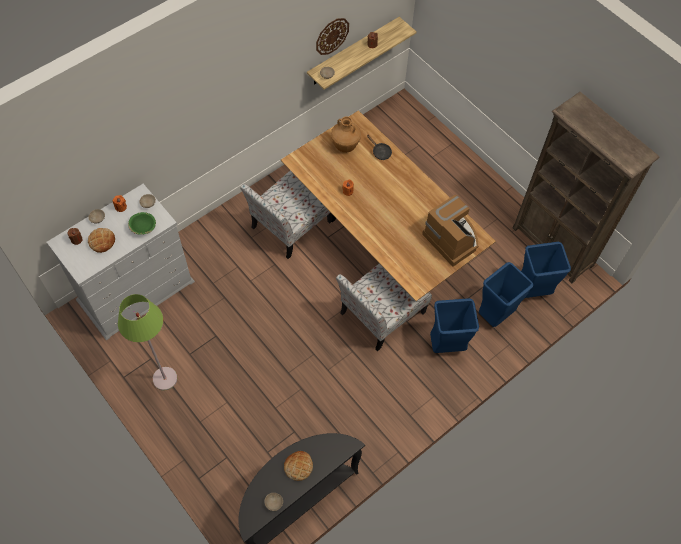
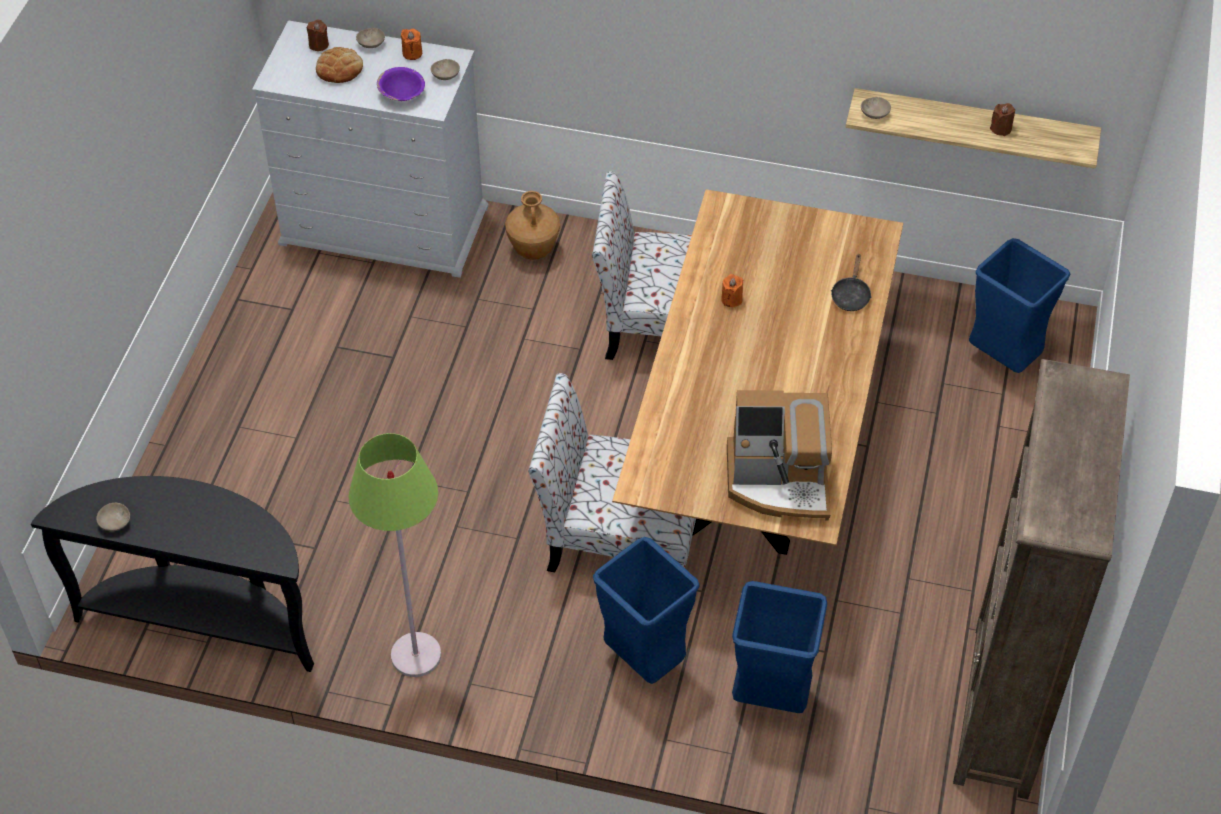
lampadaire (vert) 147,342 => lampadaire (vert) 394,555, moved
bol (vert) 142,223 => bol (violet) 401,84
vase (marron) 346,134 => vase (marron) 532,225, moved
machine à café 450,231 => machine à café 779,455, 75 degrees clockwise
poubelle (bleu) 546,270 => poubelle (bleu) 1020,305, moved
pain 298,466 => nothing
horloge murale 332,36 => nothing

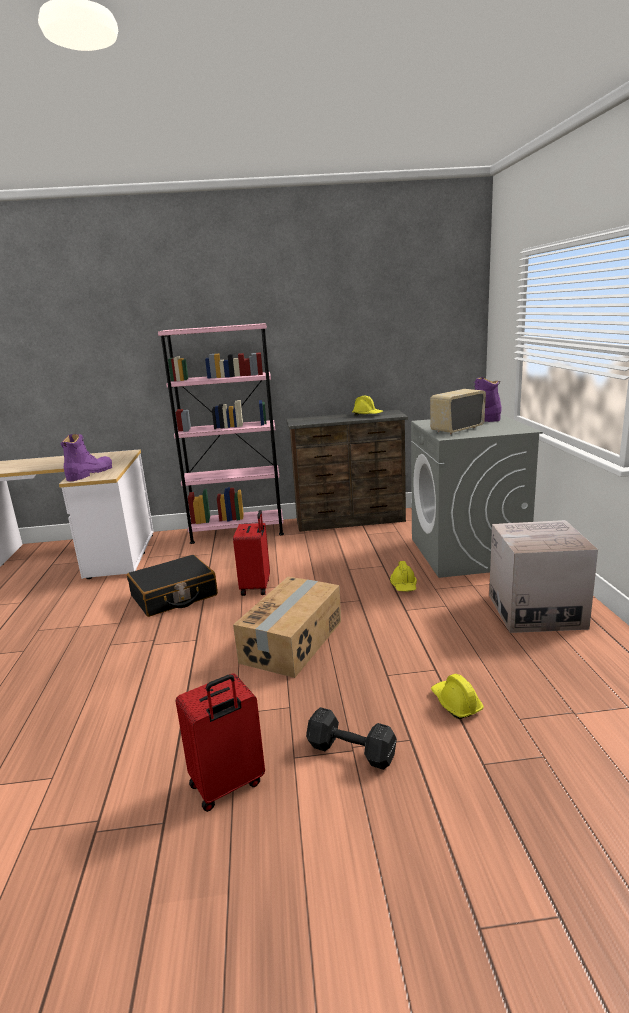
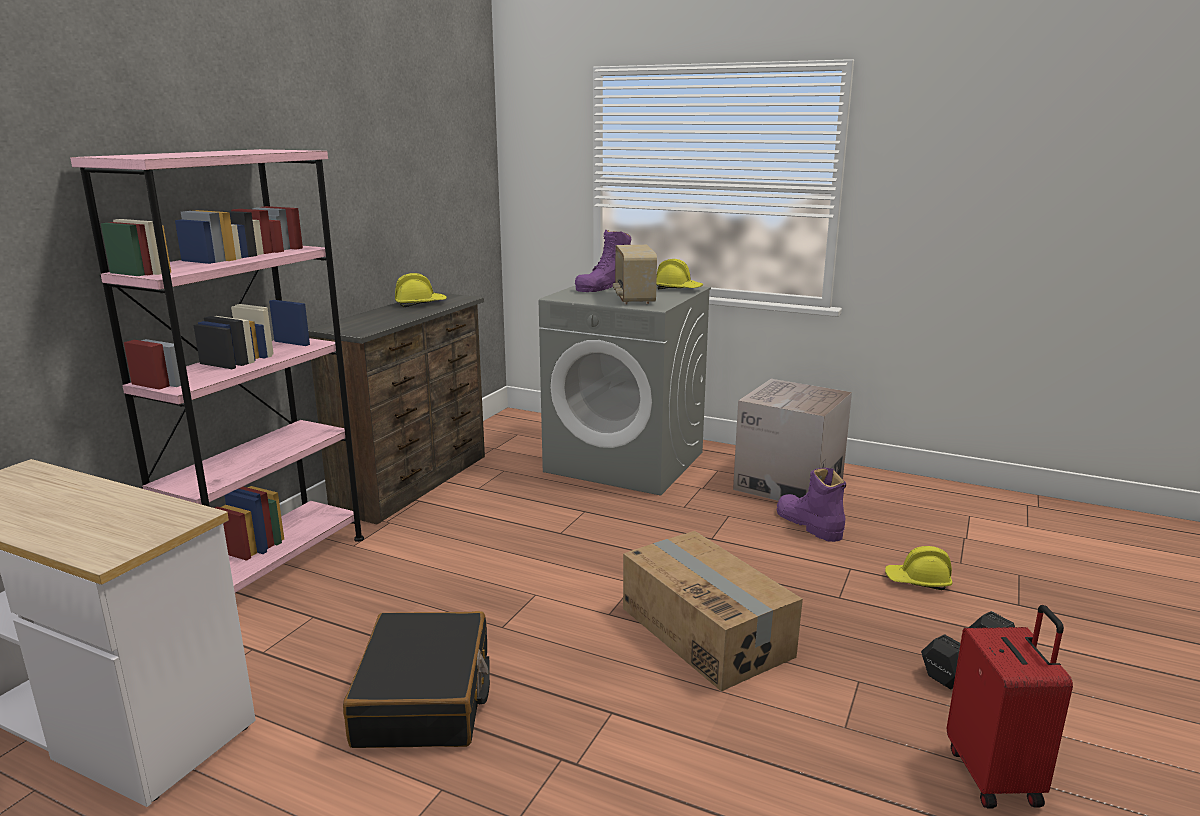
casque de chantier (jaune) 403,576 => casque de chantier (jaune) 680,274, moved
botte (violet) 86,457 => botte (violet) 811,505, moved
valise (rouge) 251,553 => nothing

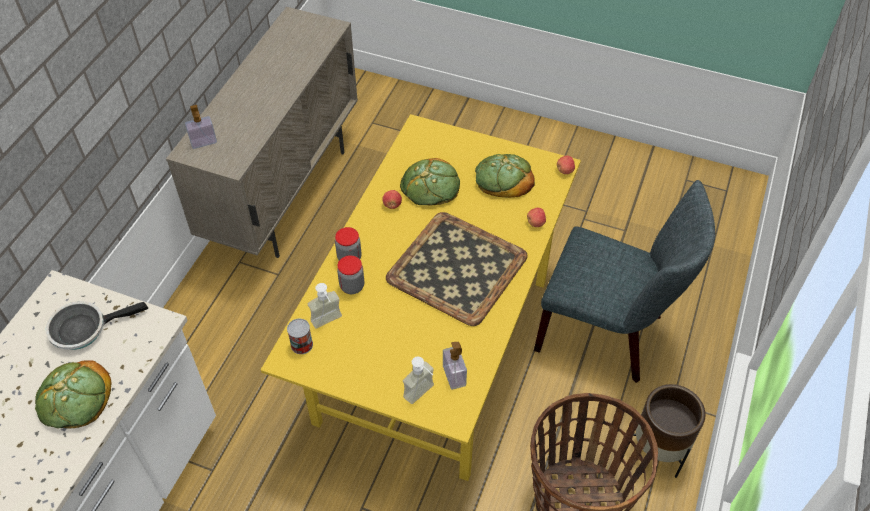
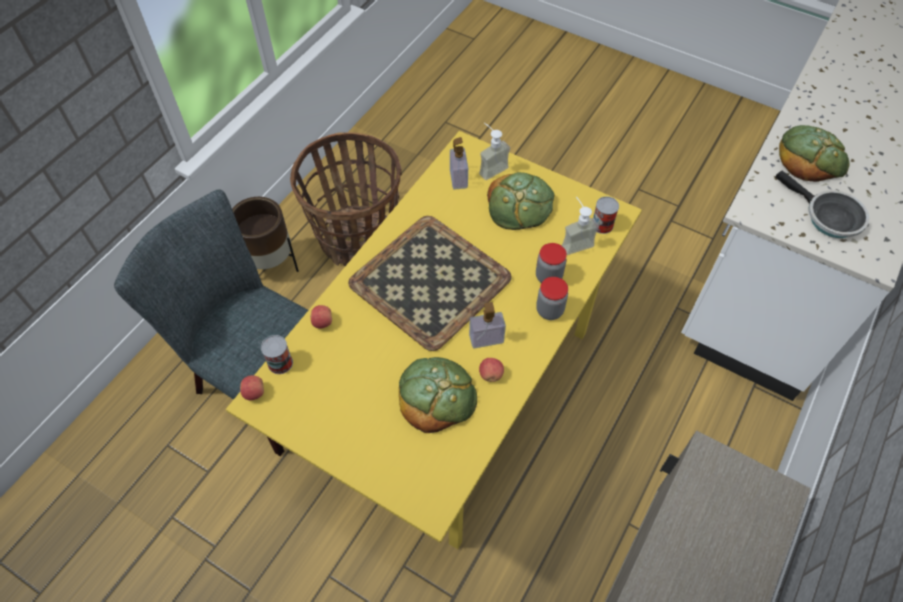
nothing => boîte métallique 277,354
distributeur de savon 201,127 => distributeur de savon 487,325, moved
pain 505,176 => pain 521,201, moved
poêle 96,325 => poêle 822,204, 60 degrees clockwise

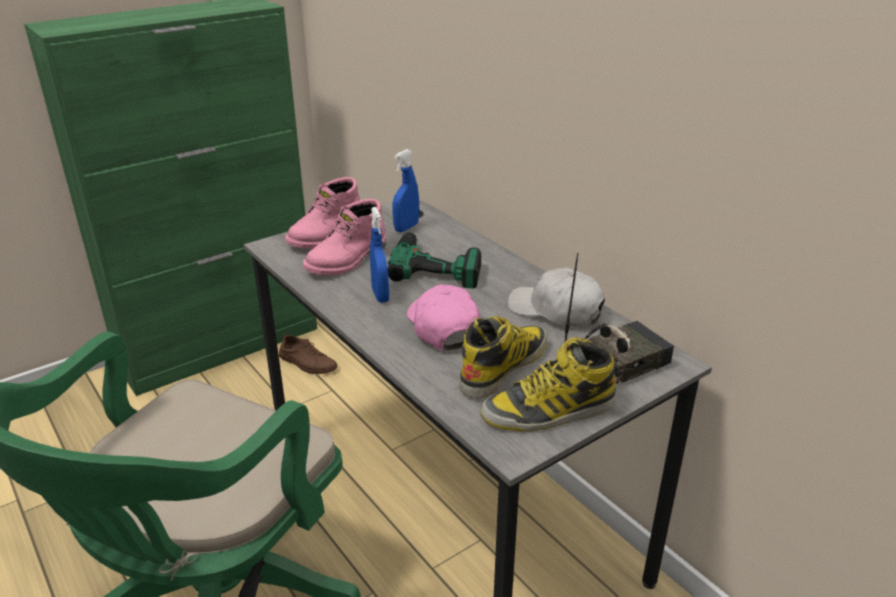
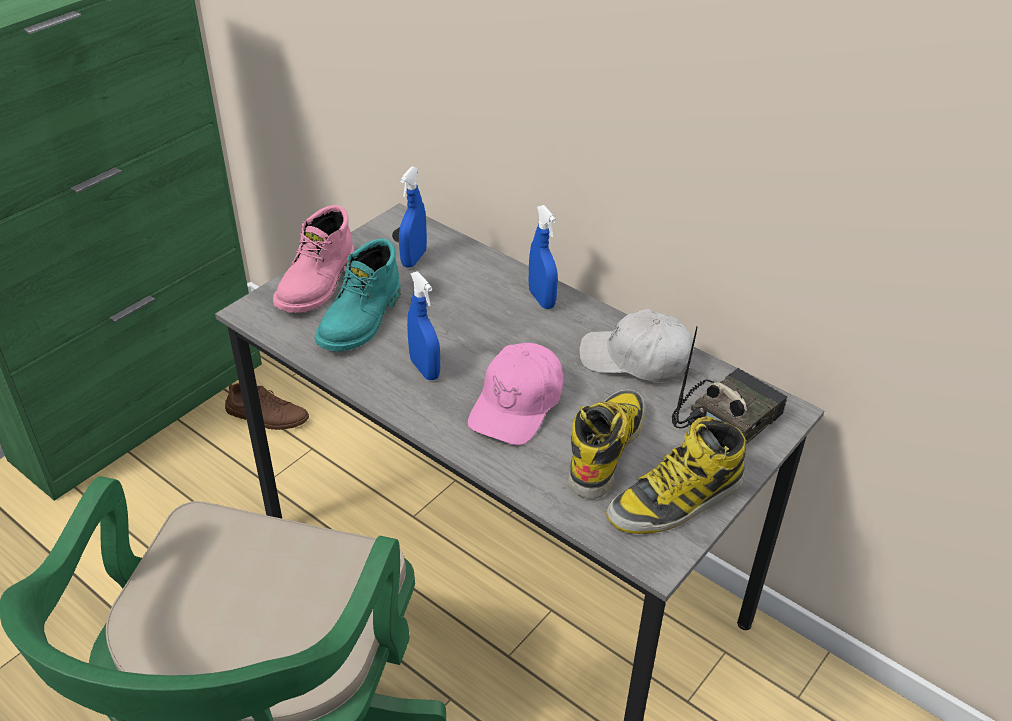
botte (rose) 344,237 => botte (turquoise) 358,295
casquette (rose) 443,318 => casquette (rose) 516,394, 120 degrees counterclockwise
nothing => vaporisateur (bleu) 543,257
perceuse 434,257 => nothing

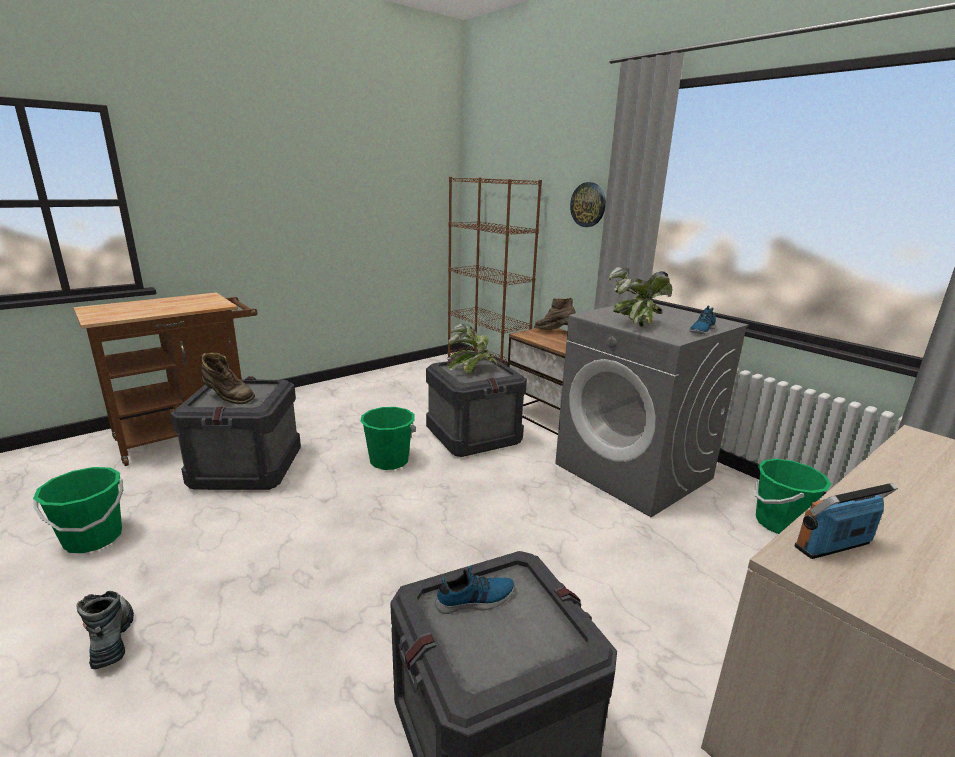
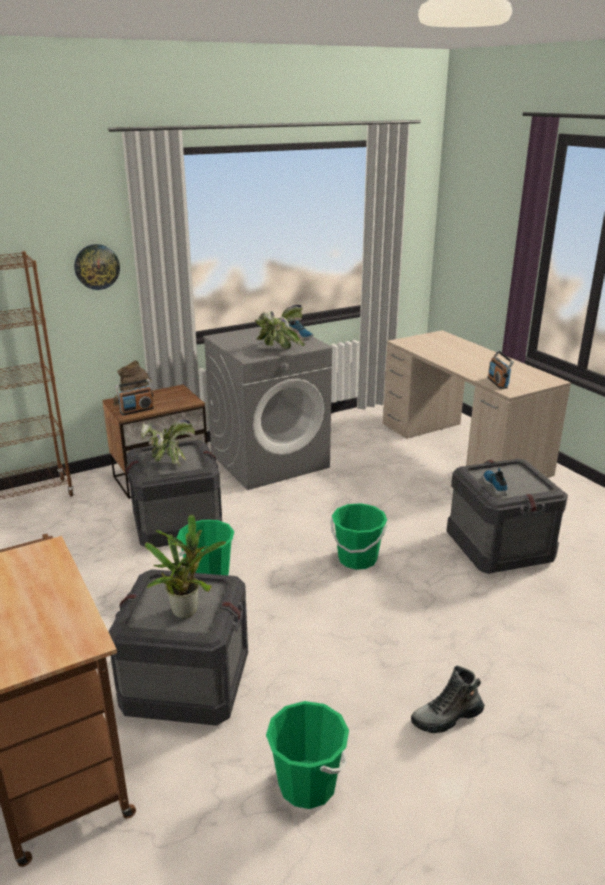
nothing => radio 134,397
botte (marron) 228,378 => plante en pot 185,566
seau (vert) 792,496 => seau (vert) 358,536, moved

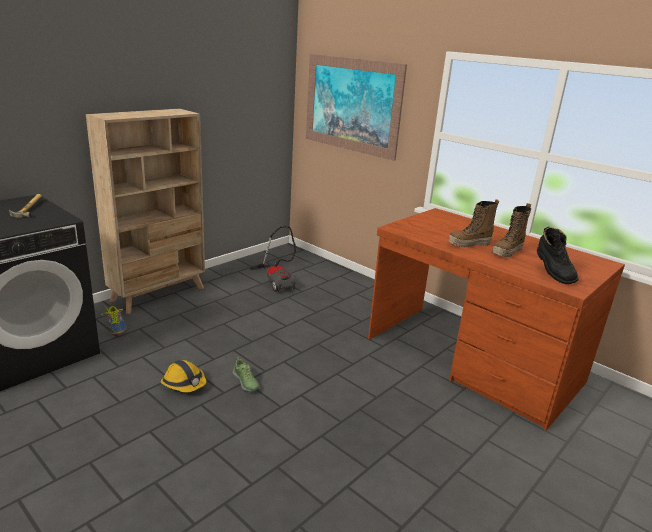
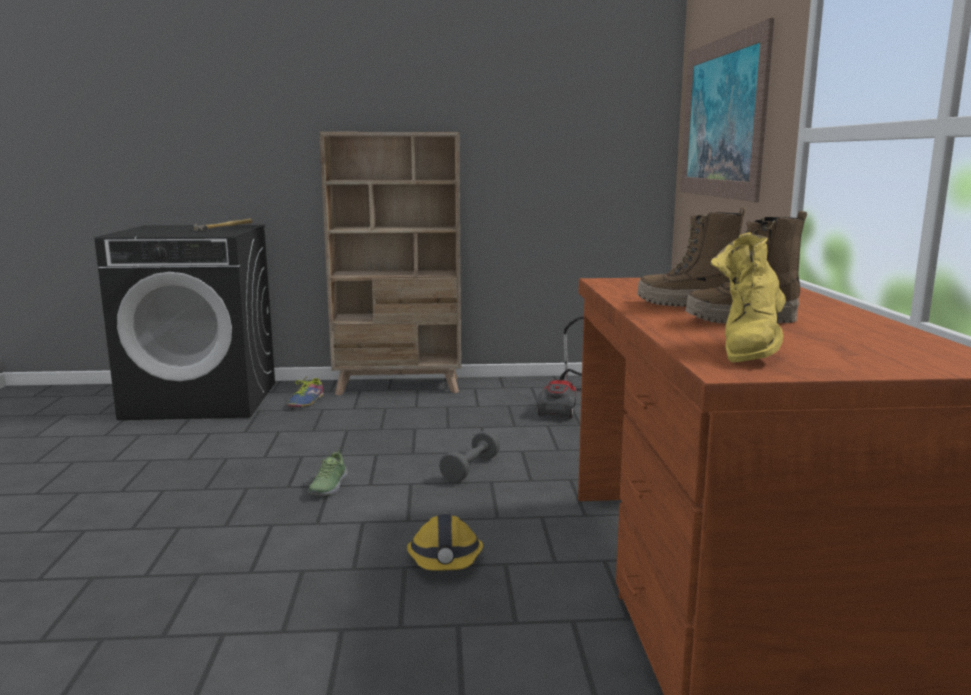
casque de chantier 183,376 => casque de chantier 445,542, moved
nothing => haltère (gris) 469,456
botte (noir) 557,255 => botte (jaune) 748,297

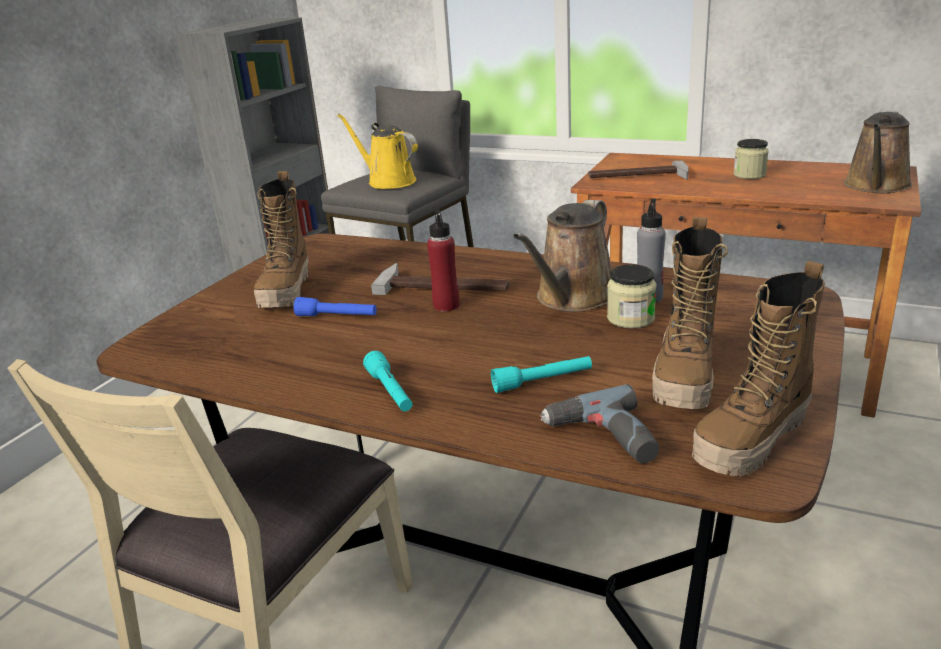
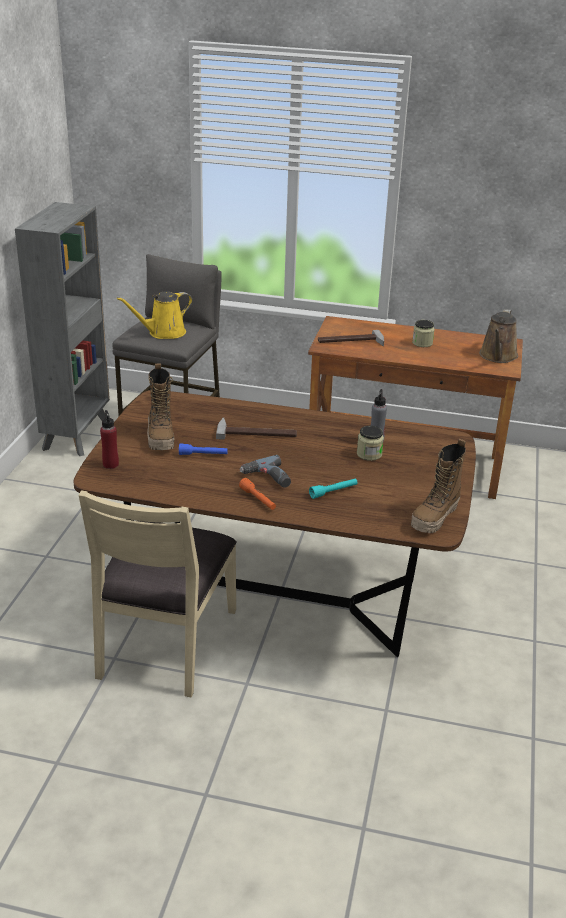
bouteille (rouge) 443,260 => bouteille (rouge) 109,439, moved
arrosoir (jaune) 377,151 => arrosoir (jaune) 154,315, 60 degrees counterclockwise
perceuse 599,423 => perceuse 265,471, moved
lampe de poche (turquoise) 387,381 => lampe de poche (orange) 257,494
arrosoir (marron) 562,256 => nothing
botte 690,313 => nothing

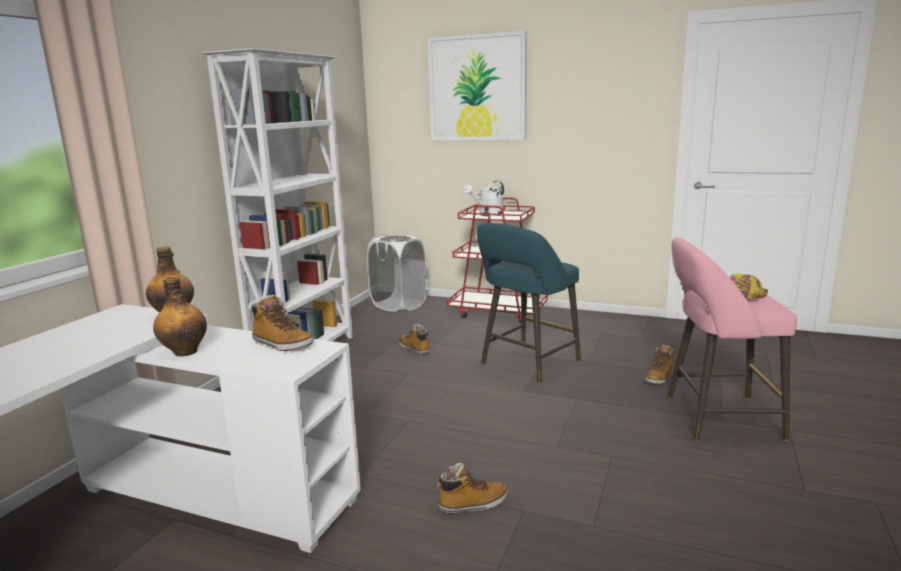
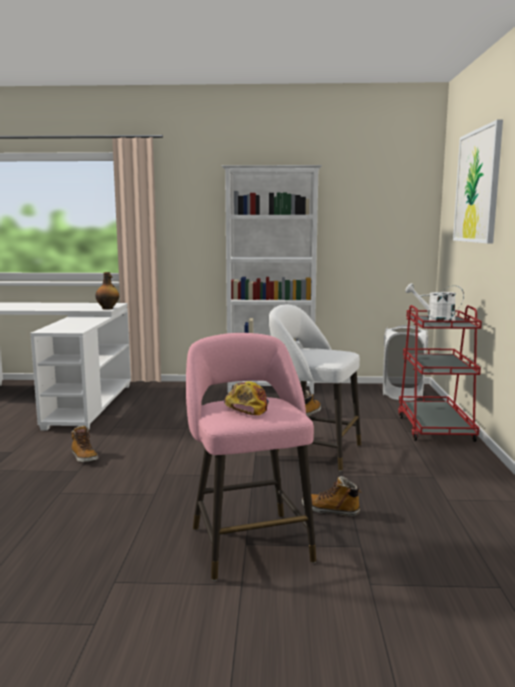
tabouret (turquoise) 529,303 => tabouret (blanc) 314,388
bouteille 180,316 => nothing
botte 282,323 => nothing

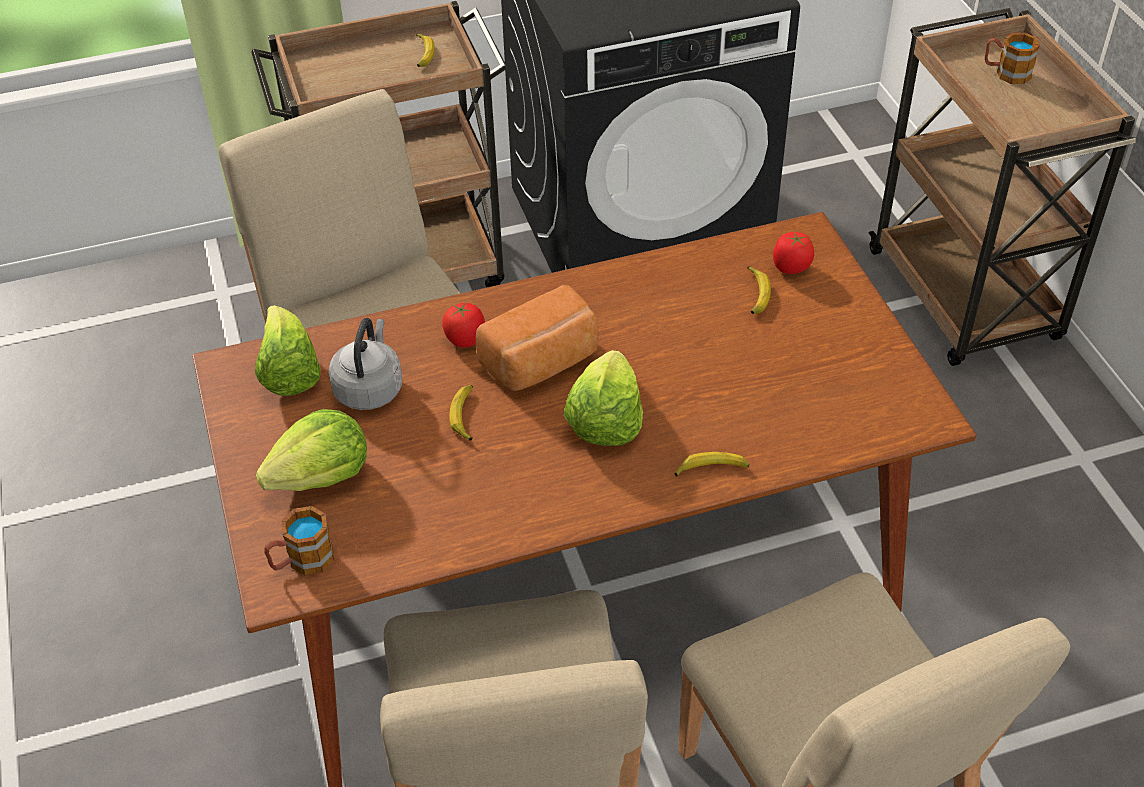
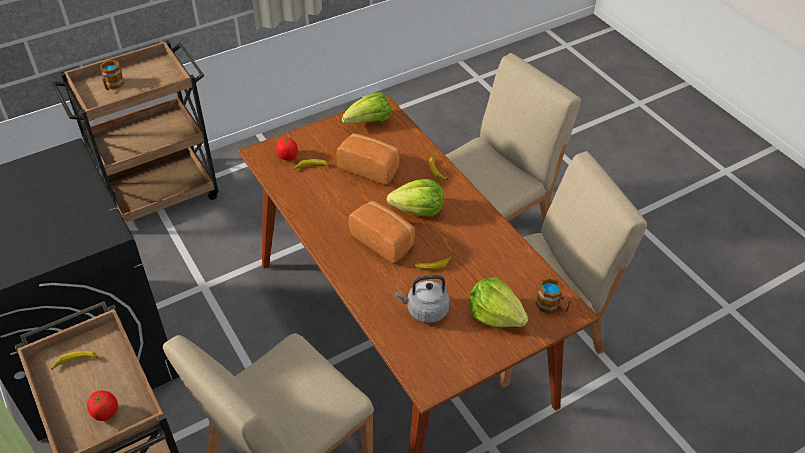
tomate 463,325 => tomate 102,406, moved
nothing => pain 368,159
laitue 288,350 => laitue 366,107, moved

